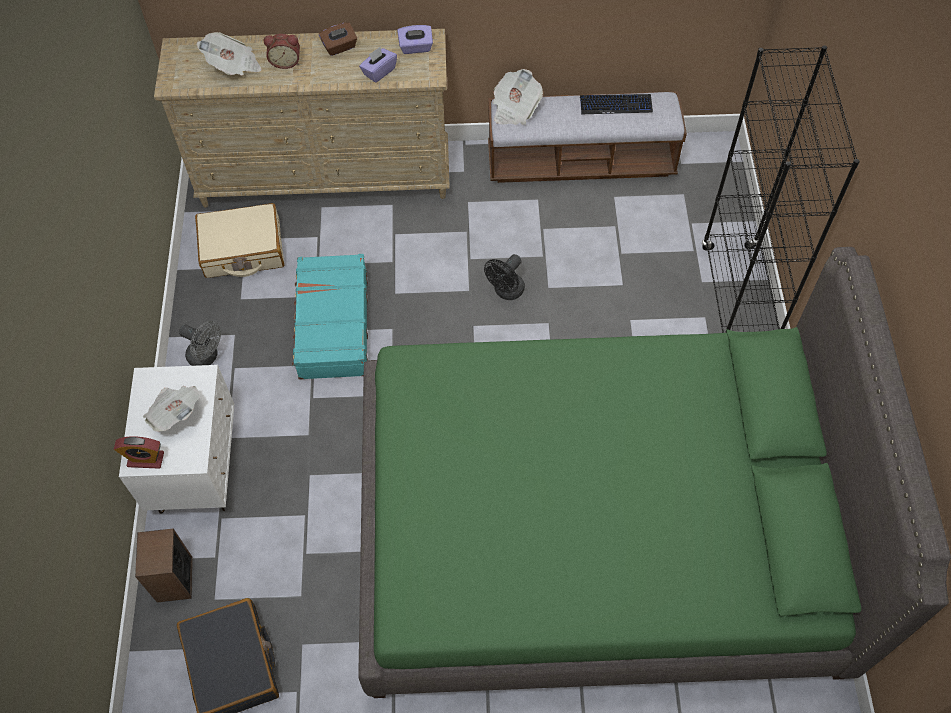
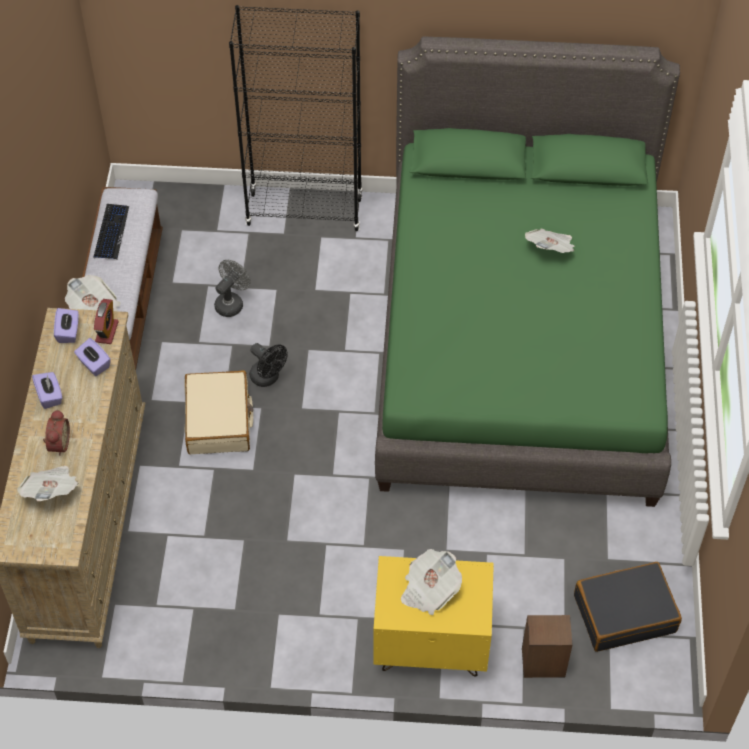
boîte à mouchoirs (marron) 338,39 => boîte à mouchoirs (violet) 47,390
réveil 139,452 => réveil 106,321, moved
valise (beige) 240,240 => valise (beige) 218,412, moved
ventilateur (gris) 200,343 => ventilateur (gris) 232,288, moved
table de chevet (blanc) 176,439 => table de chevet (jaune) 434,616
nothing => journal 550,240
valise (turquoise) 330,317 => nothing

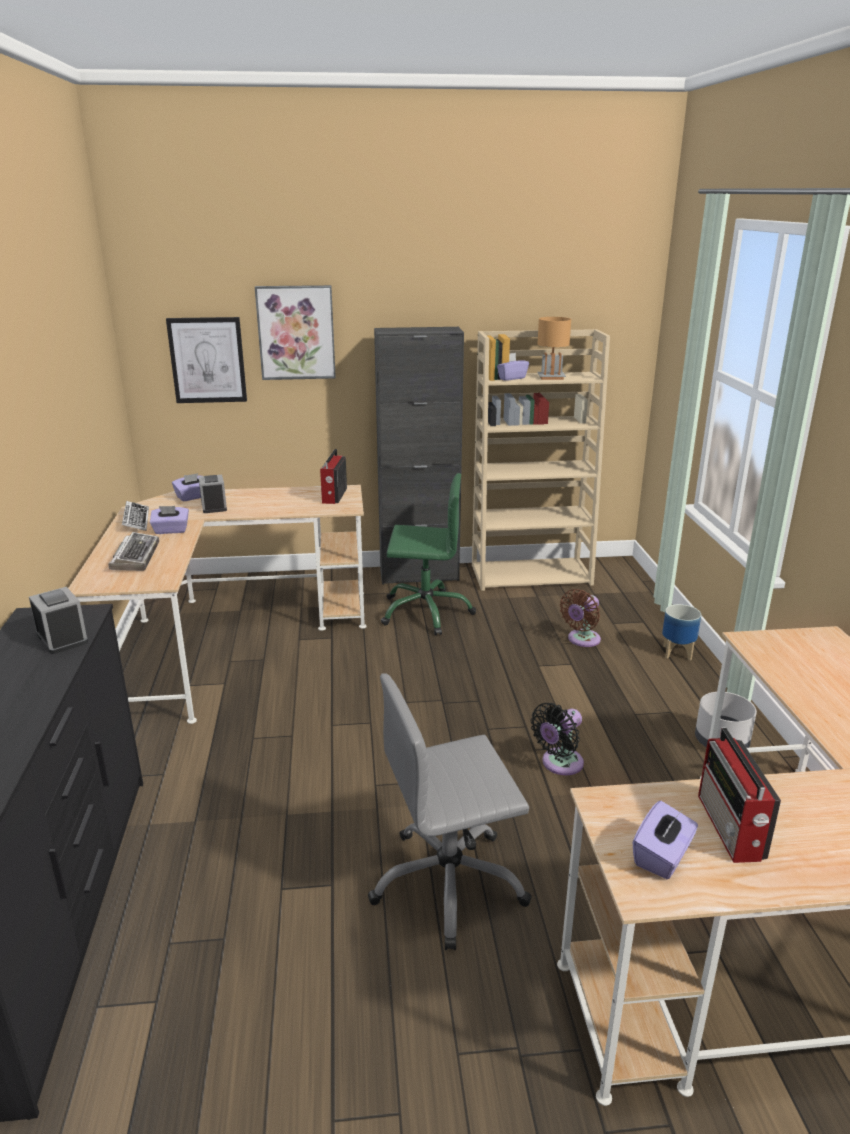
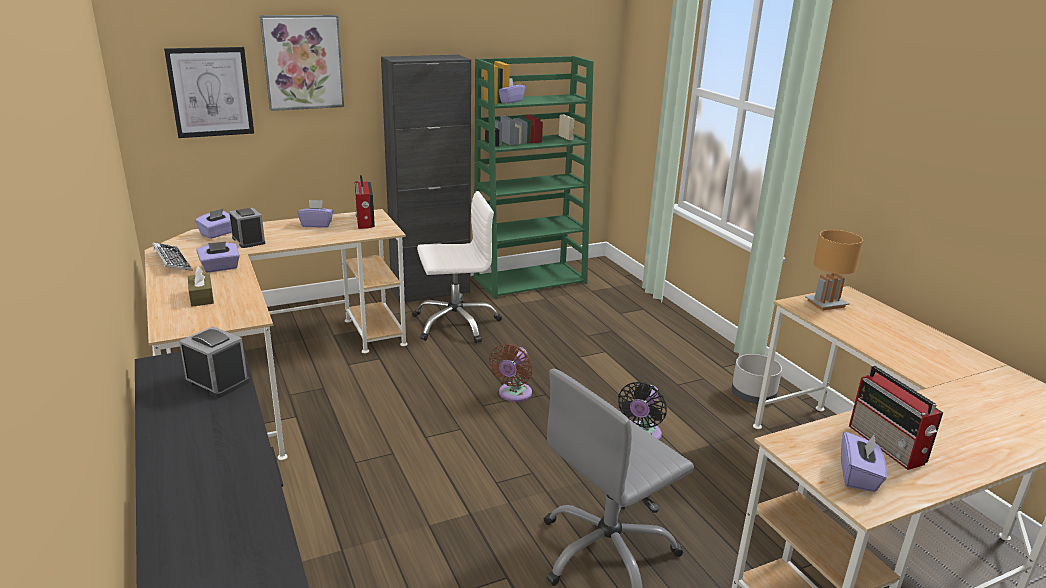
clavier 133,551 => boîte à mouchoirs (marron) 201,286
nothing => boîte à mouchoirs (violet) 315,214
chaise de bureau (vert) 428,554 => chaise de bureau (blanc) 457,267
bibliothèque (beige) 541,460 => bibliothèque (vert) 534,177
ventilateur (marron) 580,618 => ventilateur (marron) 511,373, moved
lampe de table (marron) 554,348 => lampe de table (marron) 834,270, moved
cache-pot 681,632 => nothing

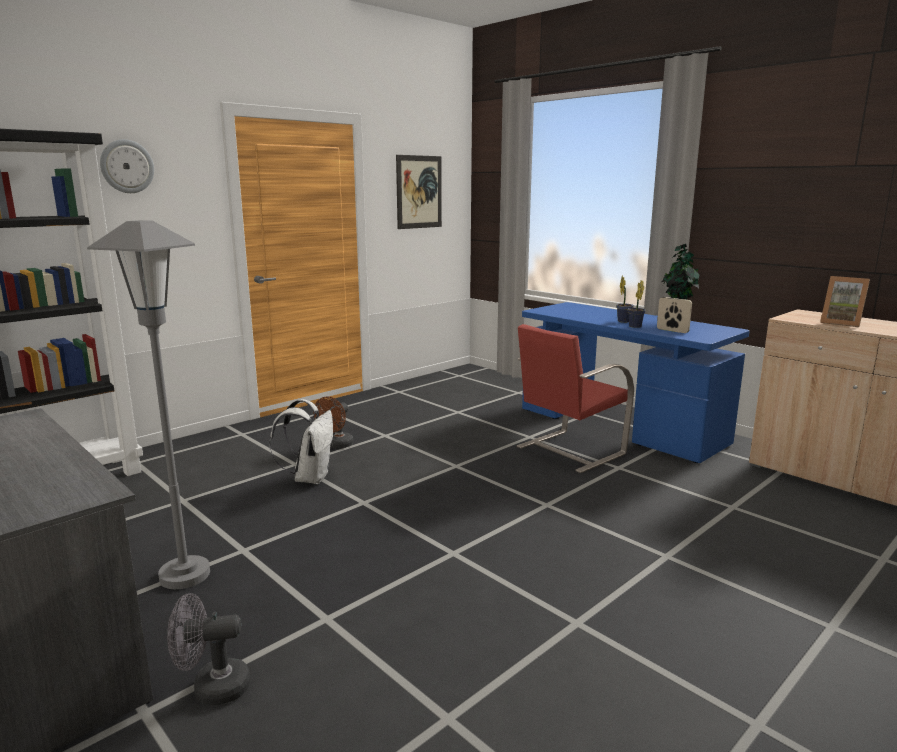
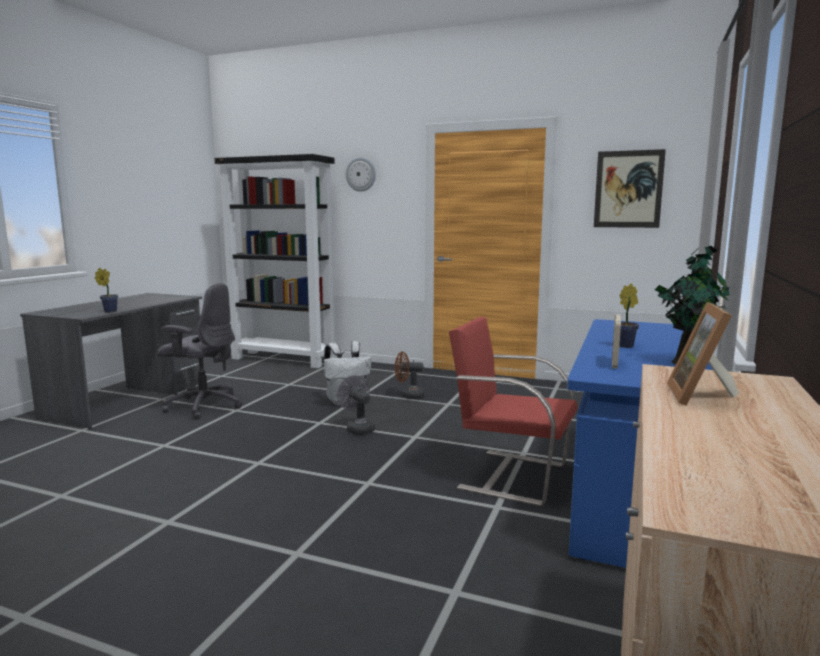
plante en pot 637,304 => plante en pot 106,290, moved
lampadaire (gris) 148,404 => chaise de bureau (gris) 199,351
ventilateur (gris) 208,649 => ventilateur (gris) 356,405, moved

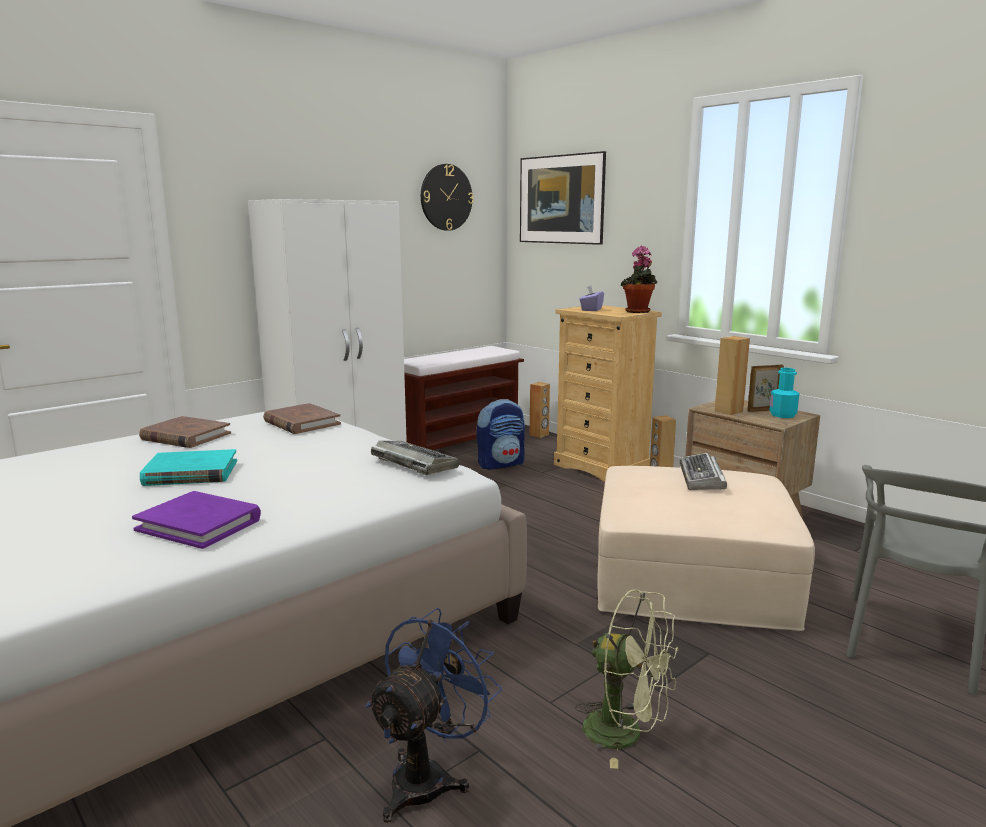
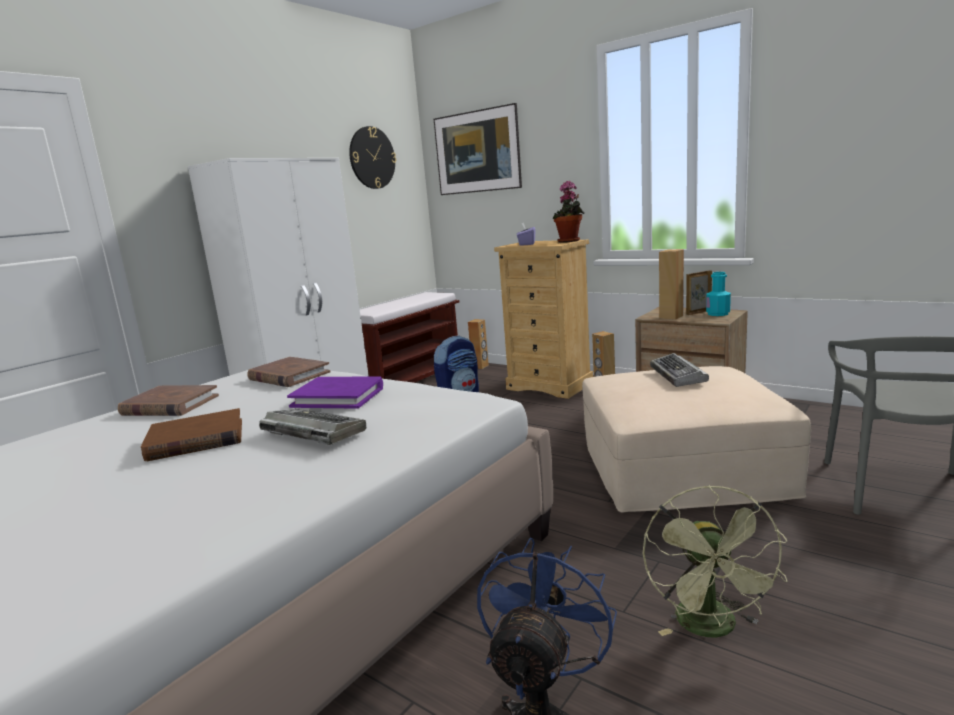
livre (turquoise) 188,467 => livre (marron) 191,434
clavier 415,457 => clavier 312,426, moved
livre (violet) 196,520 => livre (violet) 335,393, moved
ventilateur (vert) 627,679 => ventilateur (vert) 715,561, 75 degrees clockwise

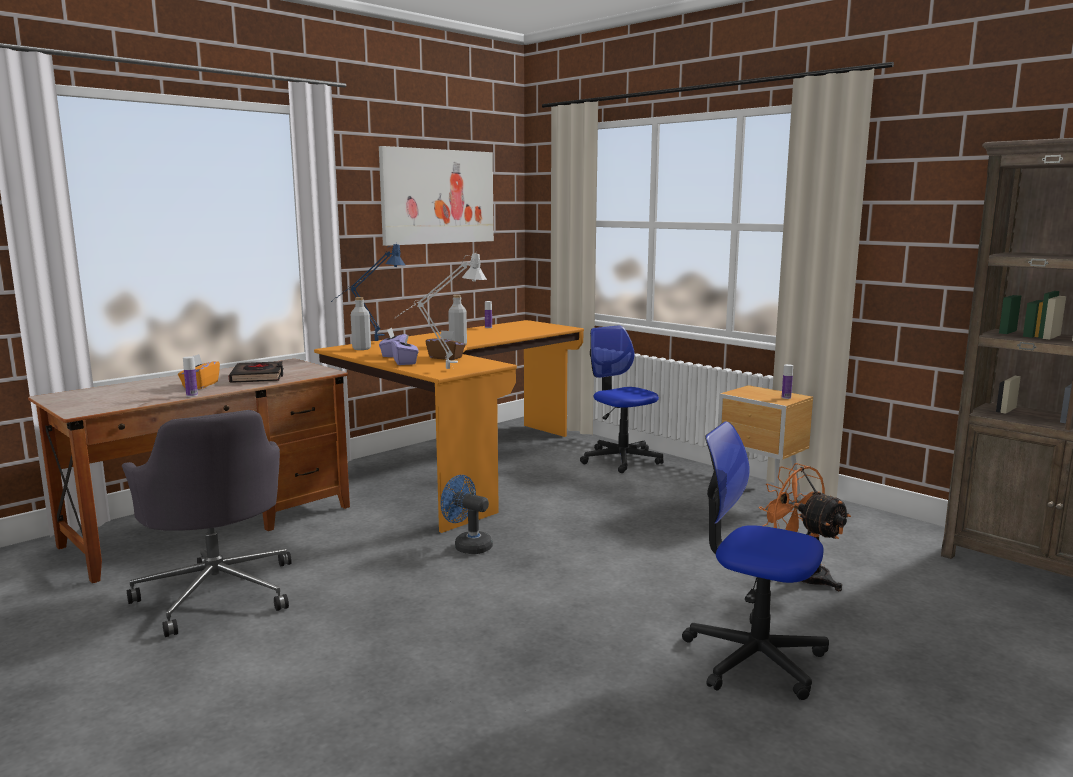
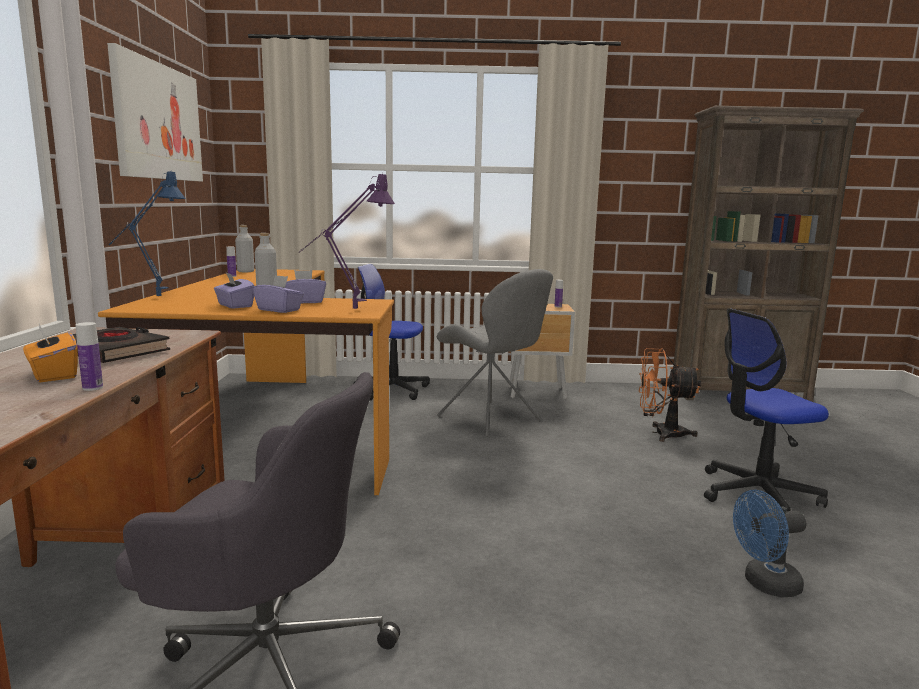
bouteille (gris) 361,323 => bouteille (gris) 244,248, moved
boîte à mouchoirs (marron) 445,345 => boîte à mouchoirs (violet) 305,286
lampe de table (gris) 440,311 => lampe de table (violet) 346,240
nothing => chaise (gris) 495,353
ventilateur (bleu) 467,514 => ventilateur (bleu) 770,543, moved

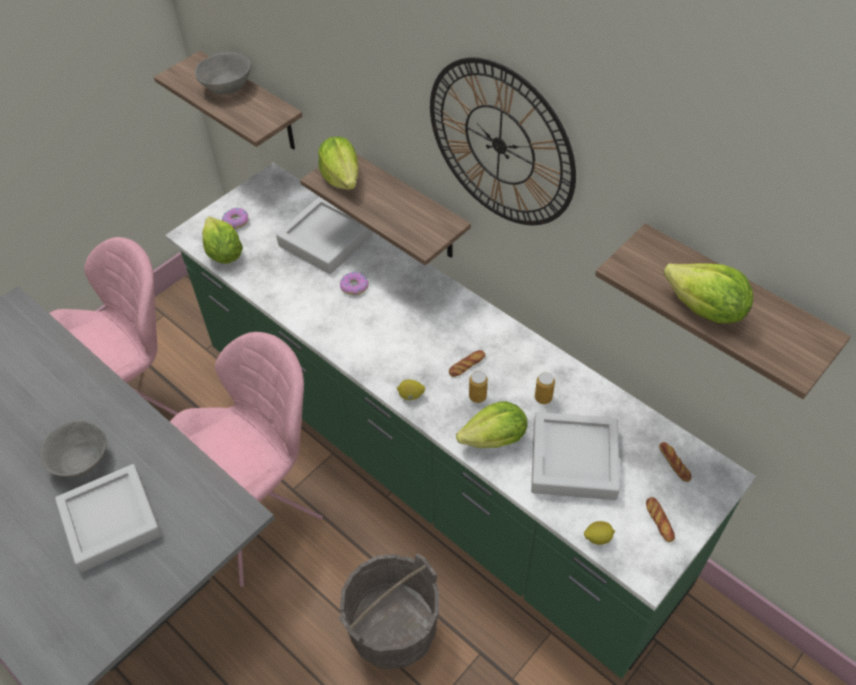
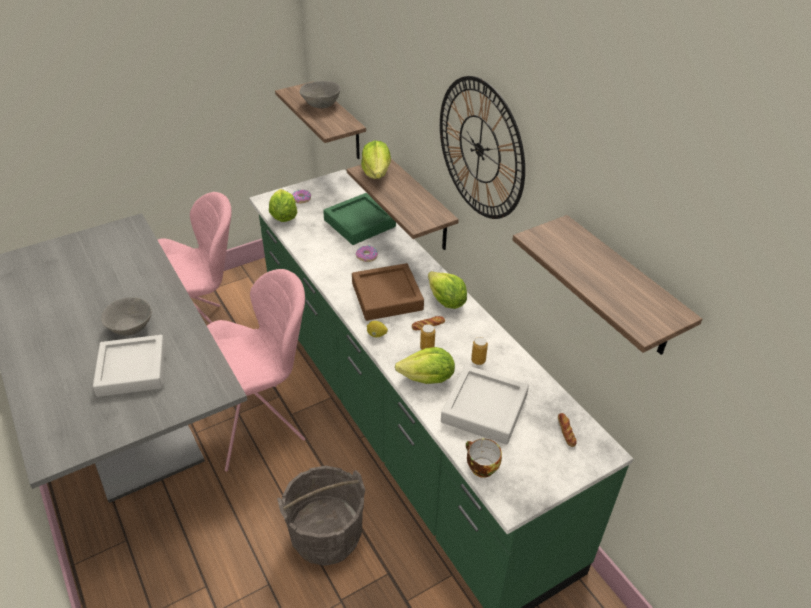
plateau (gris) 324,235 => plateau (vert) 359,219
nothing => plateau (marron) 388,292
laitue 708,293 => laitue 447,290, moved
citron 599,533 => tasse 484,458
pain 660,519 => nothing

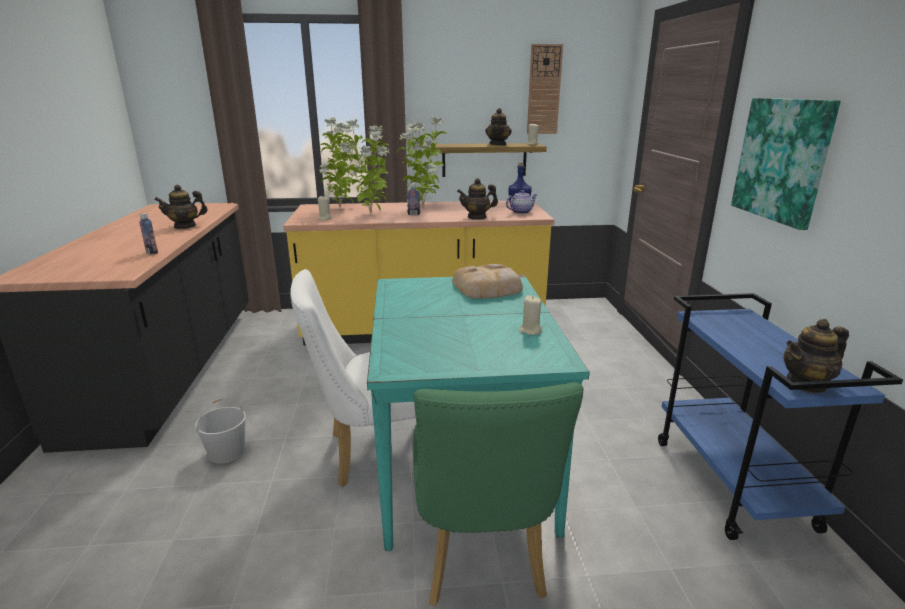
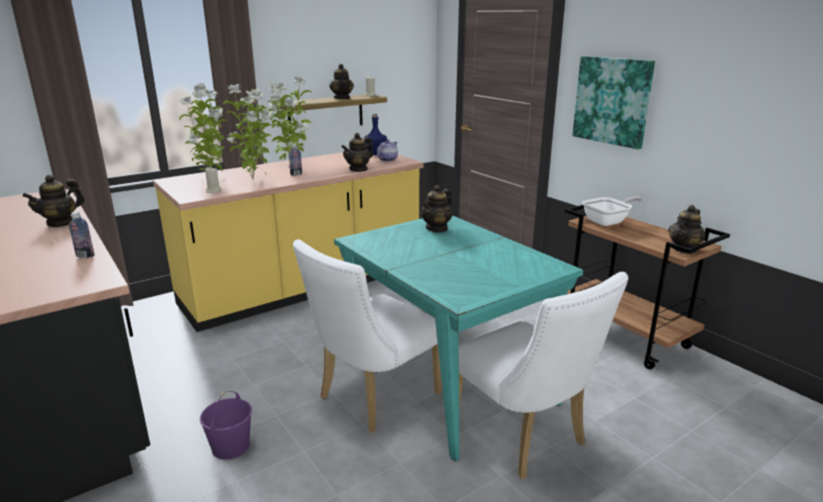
seau (blanc) 220,431 => seau (violet) 226,425
pain 487,281 => théière 436,208
chaise (vert) 498,494 => chaise (blanc) 544,375
chariot (bleu) 780,416 => chariot (marron) 647,287
nothing => poêle 612,211
bougie (beige) 530,315 => nothing
horloge murale 545,89 => nothing

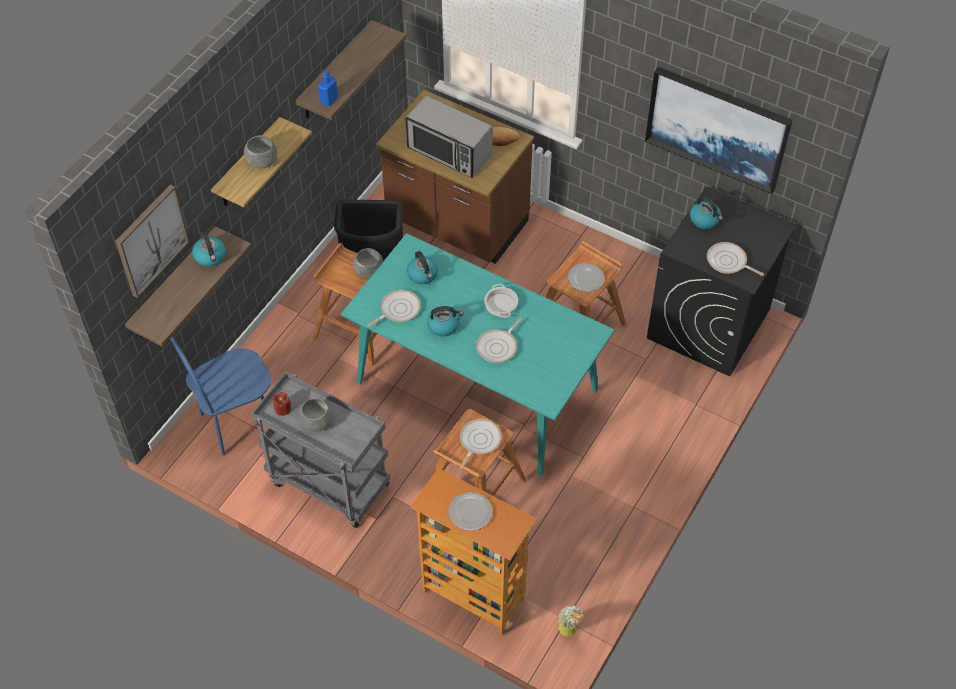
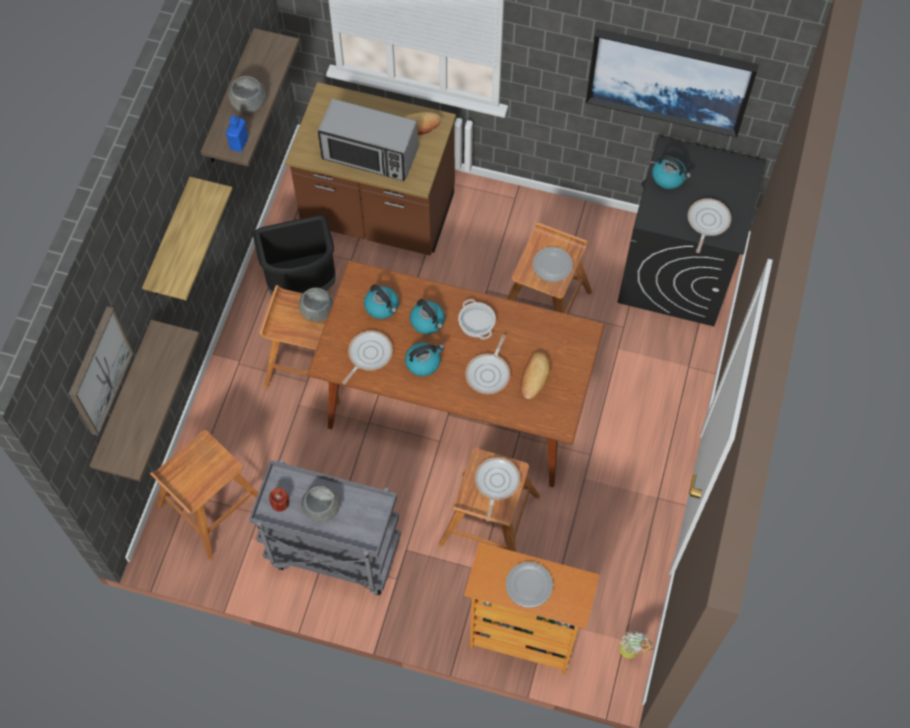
chaise (bleu) 221,396 => tabouret (marron) 204,495
bol (gris) 261,152 => bol (gris) 247,94, moved
table à manger (turquoise) 478,354 => table à manger (marron) 456,374
bouilloire 209,249 => bouilloire 427,316, moved
nothing => pain 535,375
poêle 735,259 => poêle 709,225, 90 degrees clockwise

